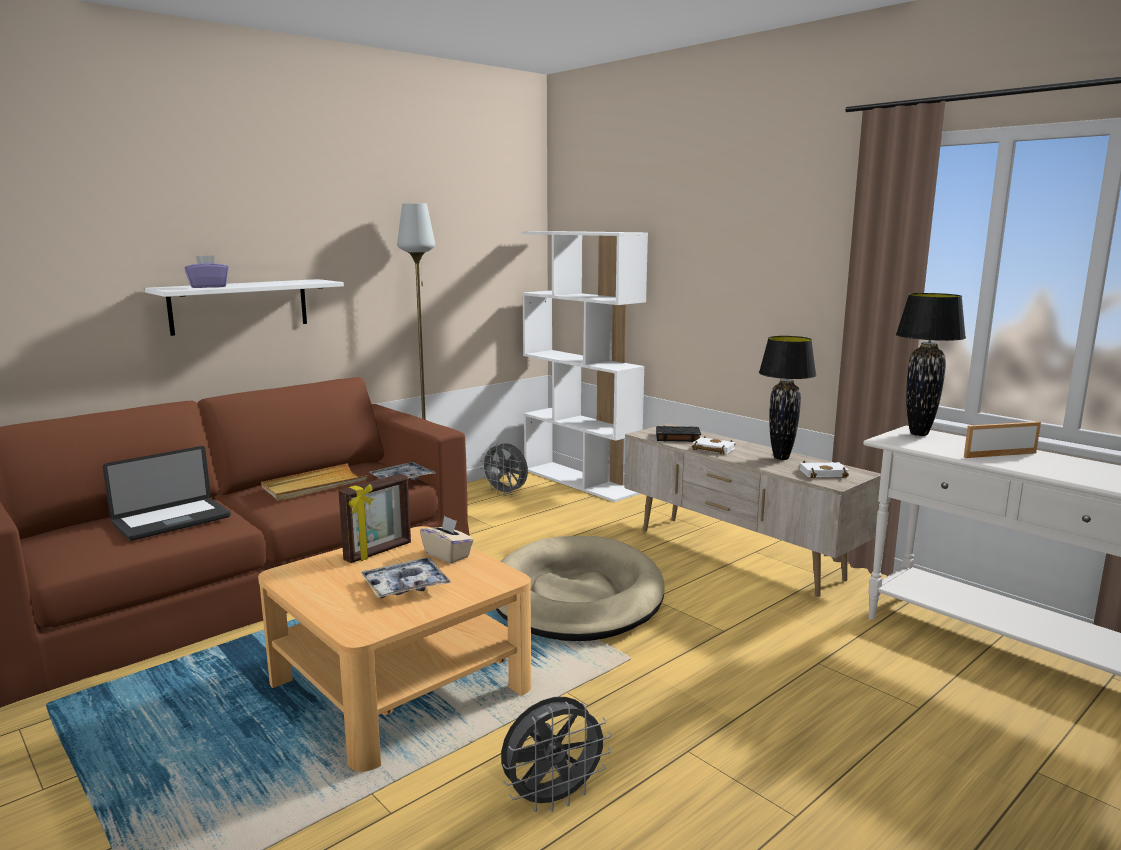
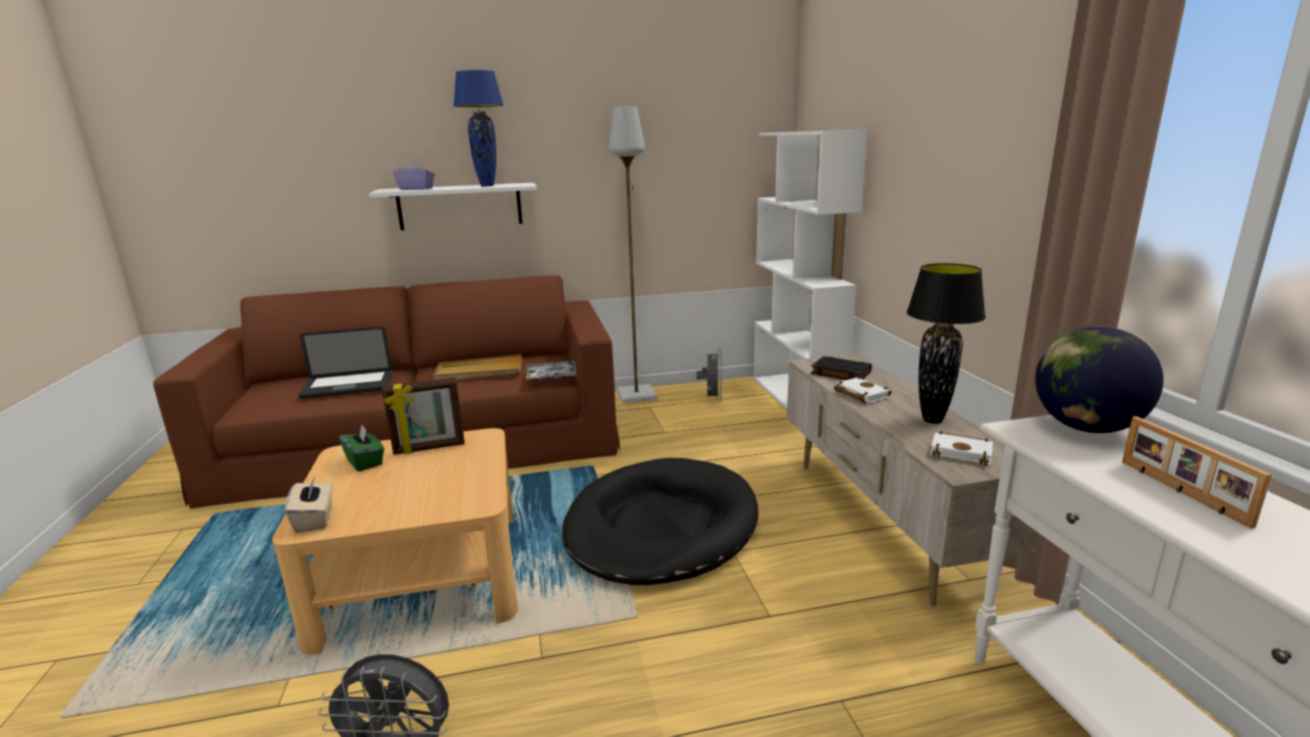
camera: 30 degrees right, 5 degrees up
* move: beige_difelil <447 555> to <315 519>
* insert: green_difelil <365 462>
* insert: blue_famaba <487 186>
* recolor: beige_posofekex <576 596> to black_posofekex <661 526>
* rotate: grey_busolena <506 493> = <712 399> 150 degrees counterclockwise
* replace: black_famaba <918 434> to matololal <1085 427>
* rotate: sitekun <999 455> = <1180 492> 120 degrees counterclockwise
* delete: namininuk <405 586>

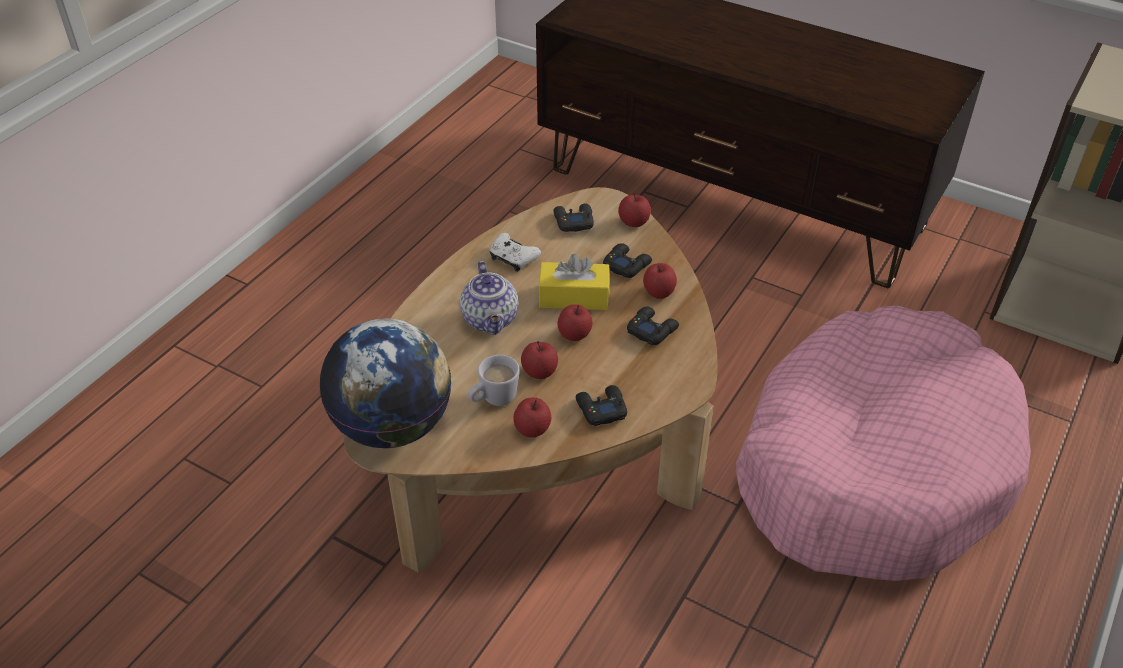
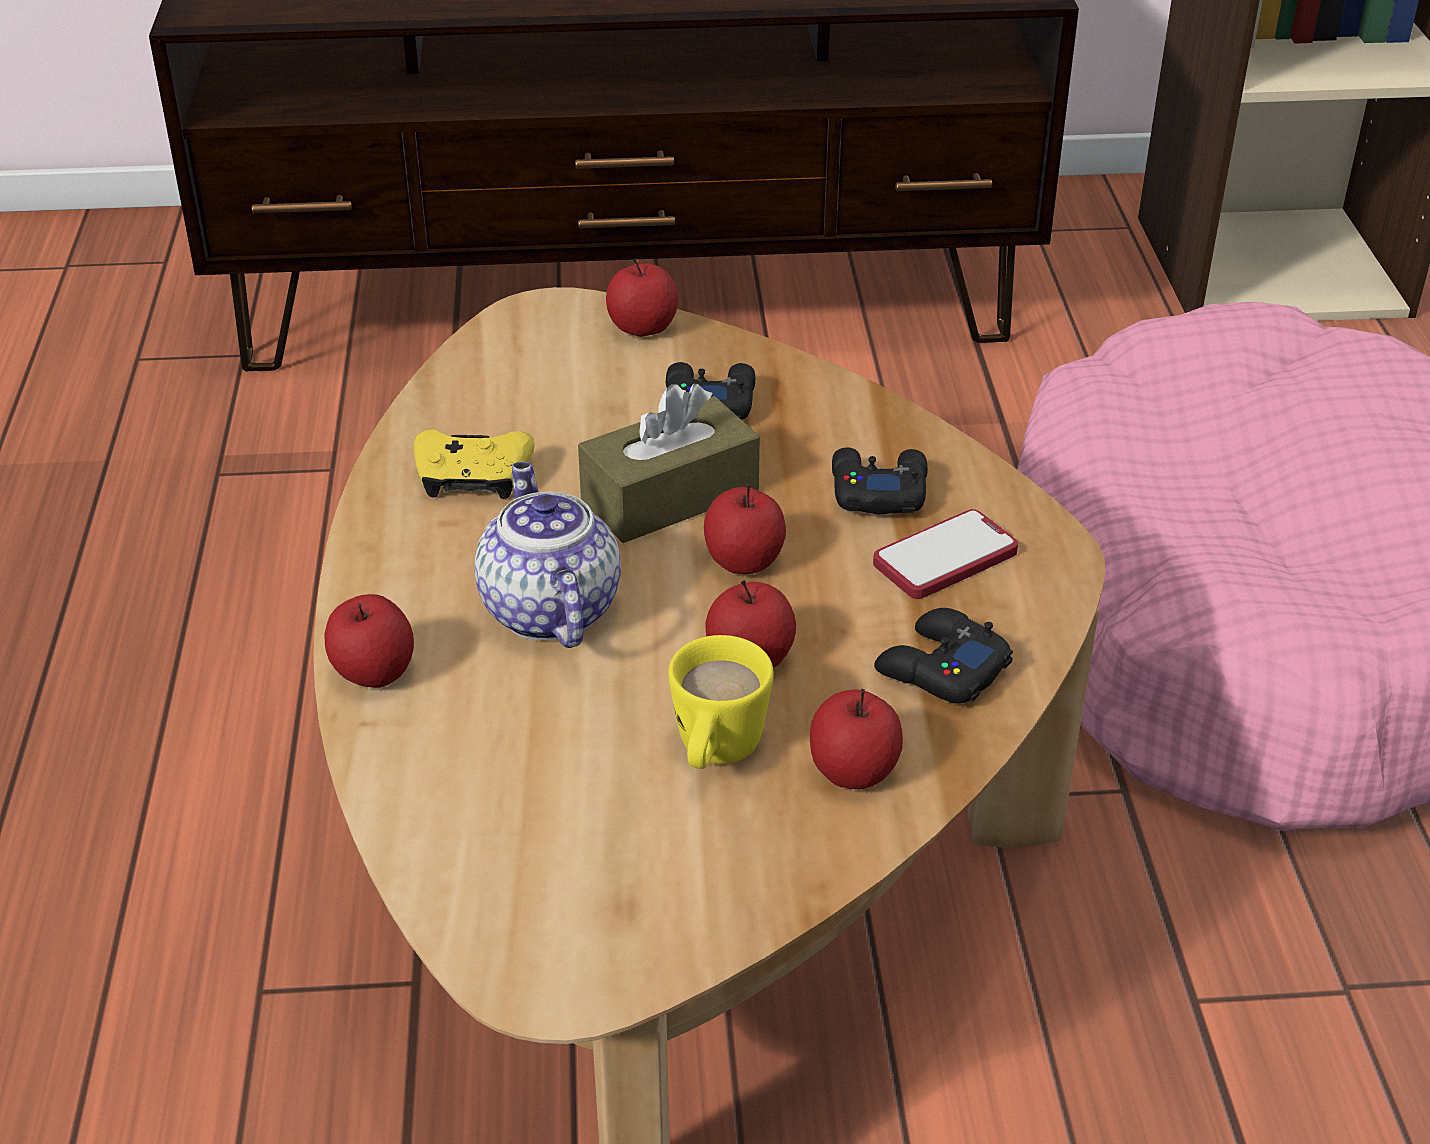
camera: 35 degrees left, 5 degrees down
* move: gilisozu <659 292> to <374 672>
* recolor: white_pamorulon <513 258> to yellow_pamorulon <473 479>
* rotate: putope <491 320> = <548 609> 150 degrees counterclockwise
* recolor: yellow_difelil <574 297> to brown_difelil <670 496>
* recolor: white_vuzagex <493 400> to yellow_vuzagex <715 755>
* insert: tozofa <945 558>
* delete: matololal <393 426>
* delete: black_pamorulon <573 221>

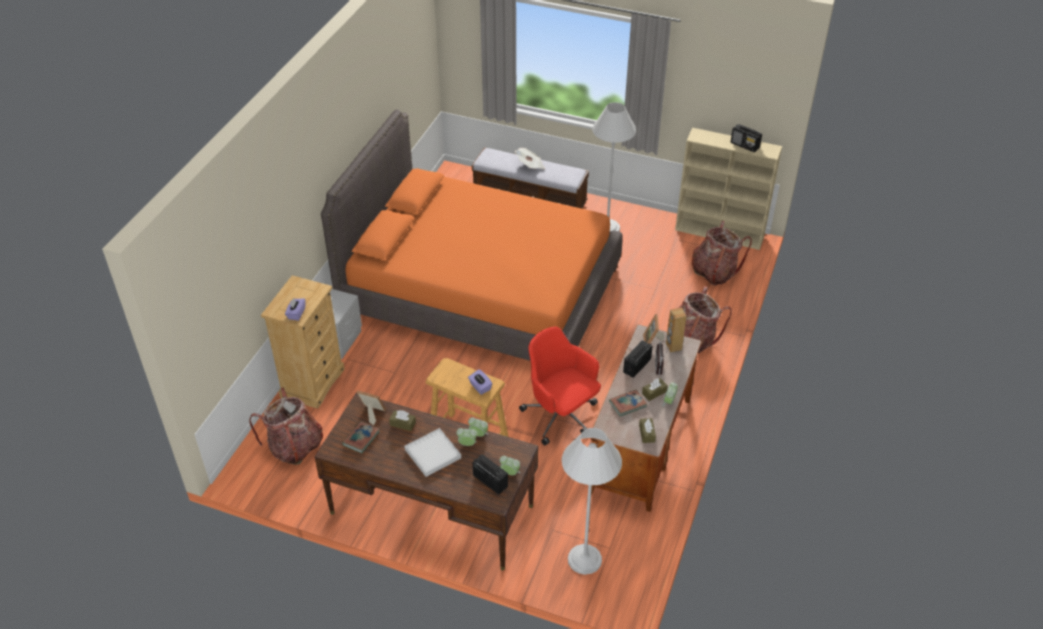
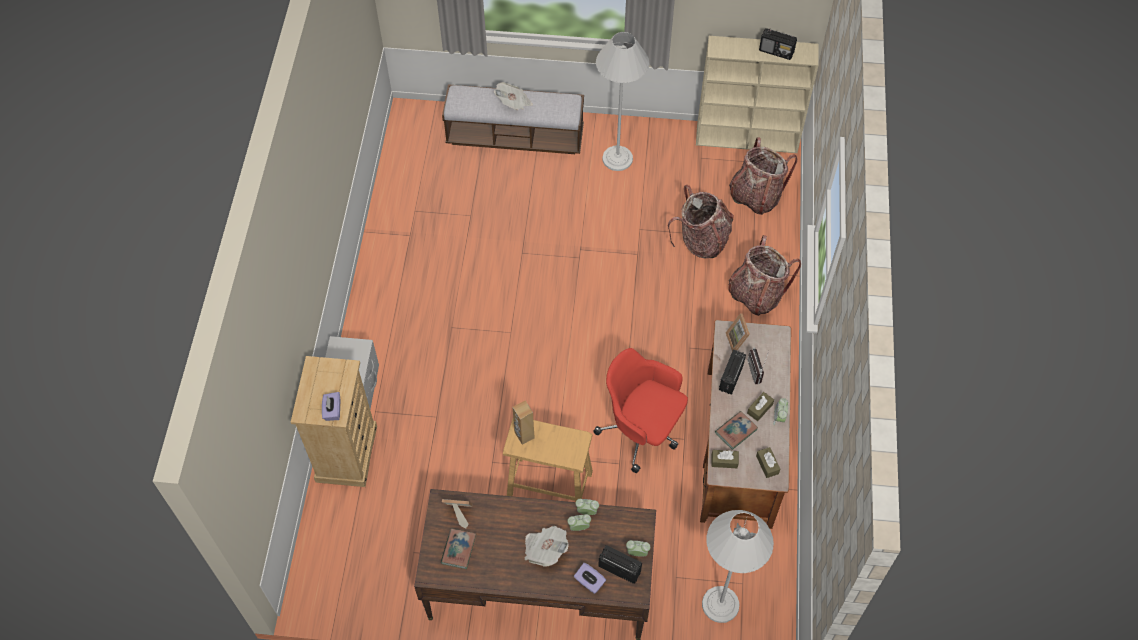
camera: 15 degrees left, 15 degrees up
* move: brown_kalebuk <673 347> to <524 435>
* replace: white_namininuk <432 454> to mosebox <545 549>
* move: purple_difelil <480 387> to <589 582>
* move: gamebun <294 447> to <701 241>
* move: brown_difelil <402 424> to <724 461>
* delete: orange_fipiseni <481 292>

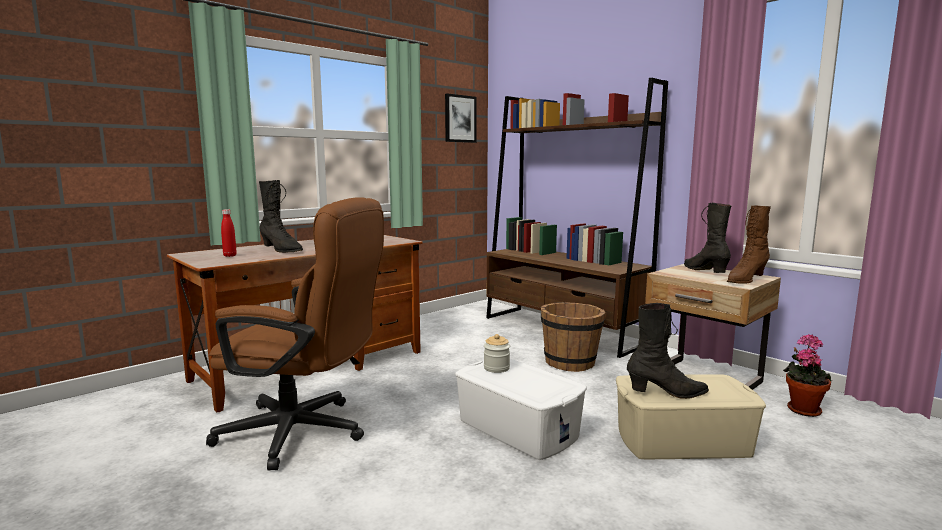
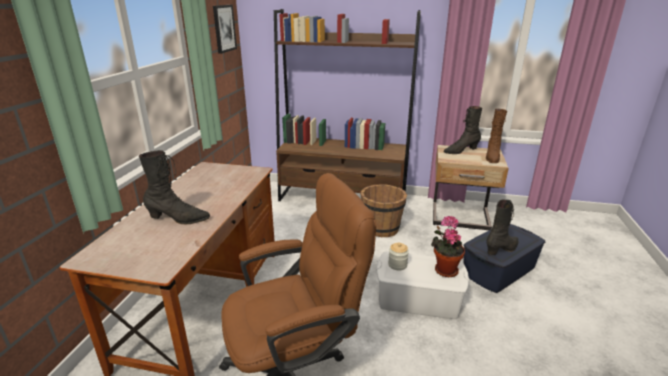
camera: 35 degrees left, 15 degrees up
* move: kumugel <802 409> to <444 269>
* rotate: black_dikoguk <705 271> = <460 151> 60 degrees counterclockwise
* recolor: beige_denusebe <681 440> to blue_denusebe <498 270>
* delete: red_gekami <230 256>

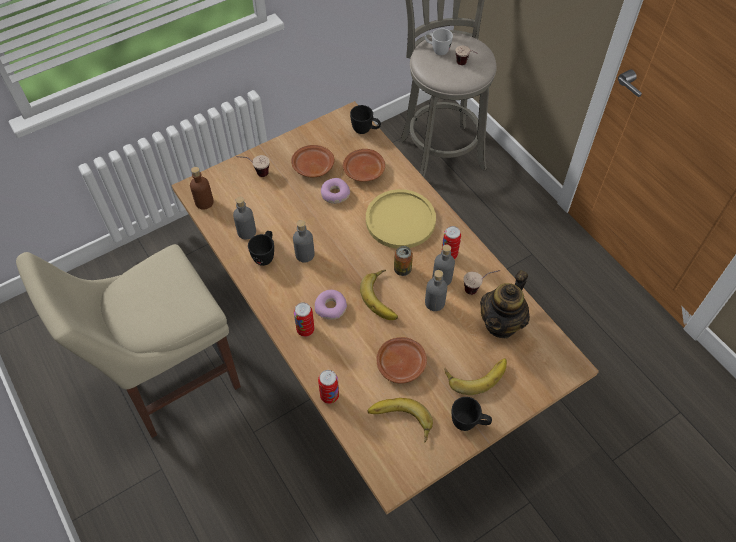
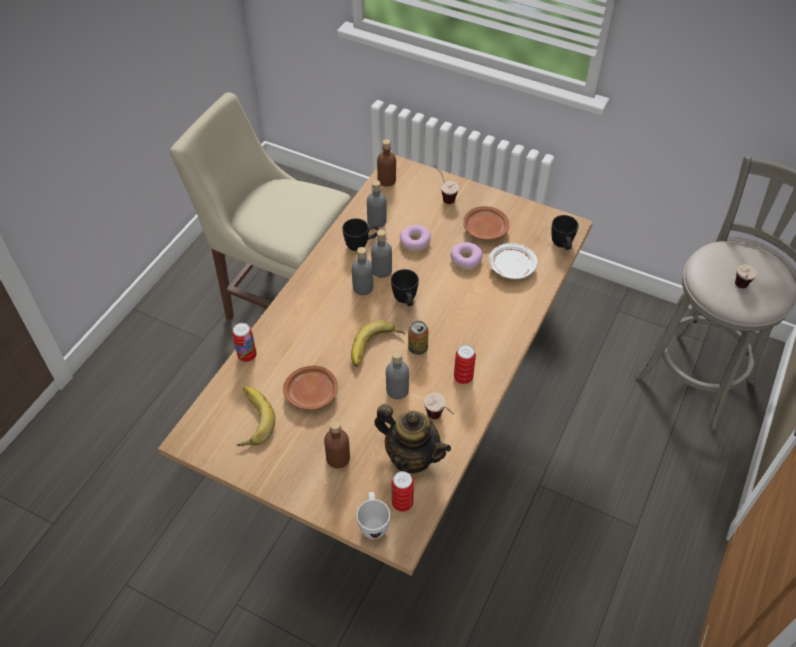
camera: 60 degrees right, 5 degrees down
* replace: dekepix <475 373> to brown_gekami <338 458>
* move: grey_gekami <442 278> to <363 287>
* move: white_vuzagex <437 50> to <373 523>
* rotate: putope <501 323> = <411 456> 150 degrees counterclockwise
* move: black_vuzagex <469 423> to <406 301>
* move: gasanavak <305 330> to <402 503>
* move: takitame <331 307> to <415 242>
* recolor: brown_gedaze <363 171> to white_gedaze <511 267>
* delete: yellow_gedaze <400 220>

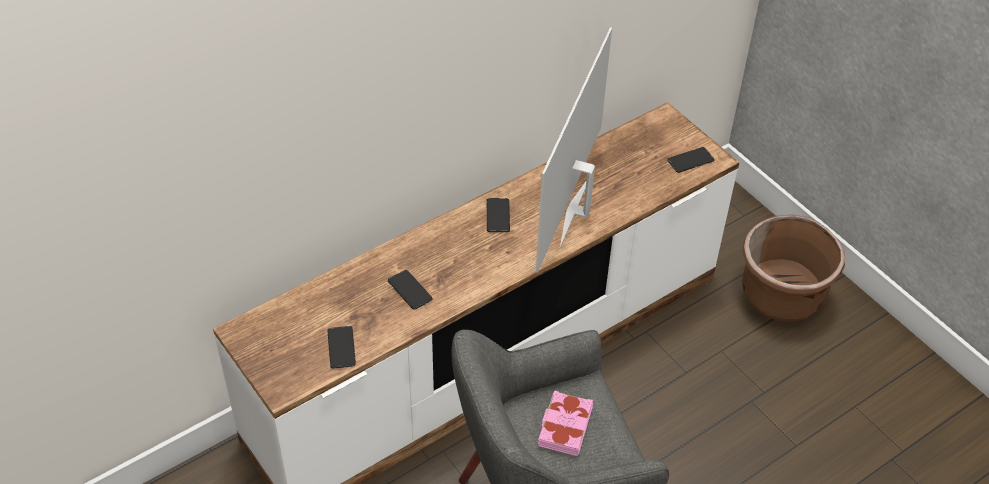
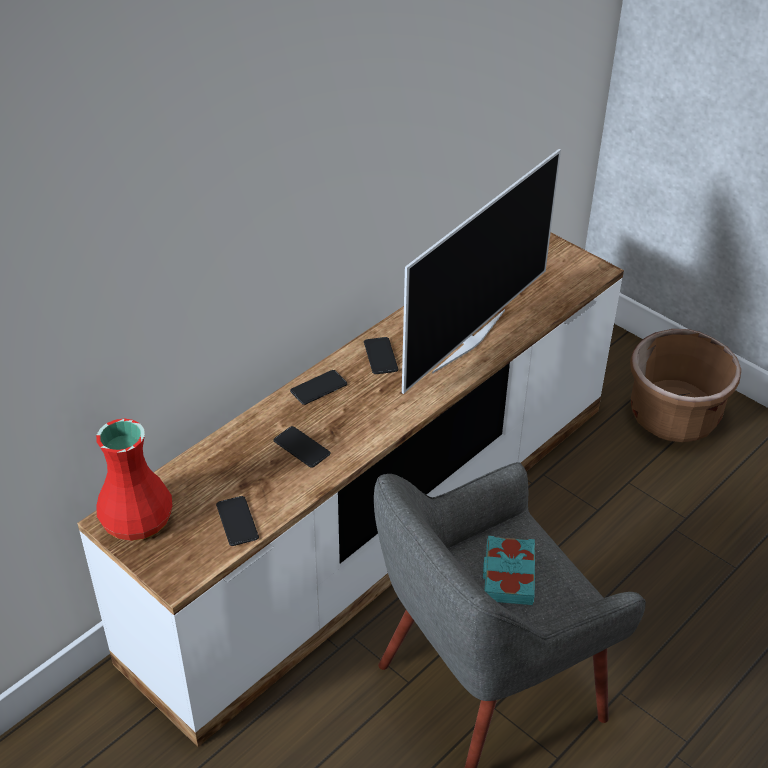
camera: 10 degrees left, 5 degrees down
* insert: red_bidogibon <139 520>
* move: tozofa <690 160> to <318 388>
* rotate: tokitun <578 211> = <467 340> 150 degrees counterclockwise
* recolor: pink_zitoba <564 427> to turquoise_zitoba <508 575>

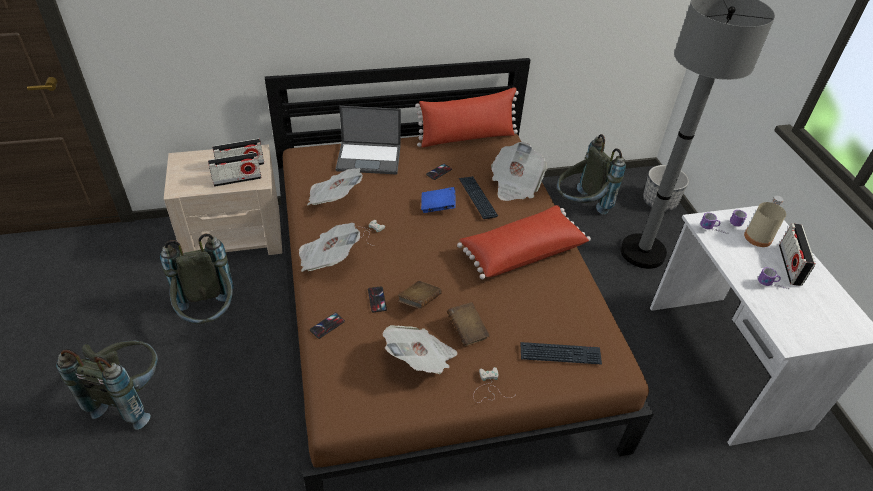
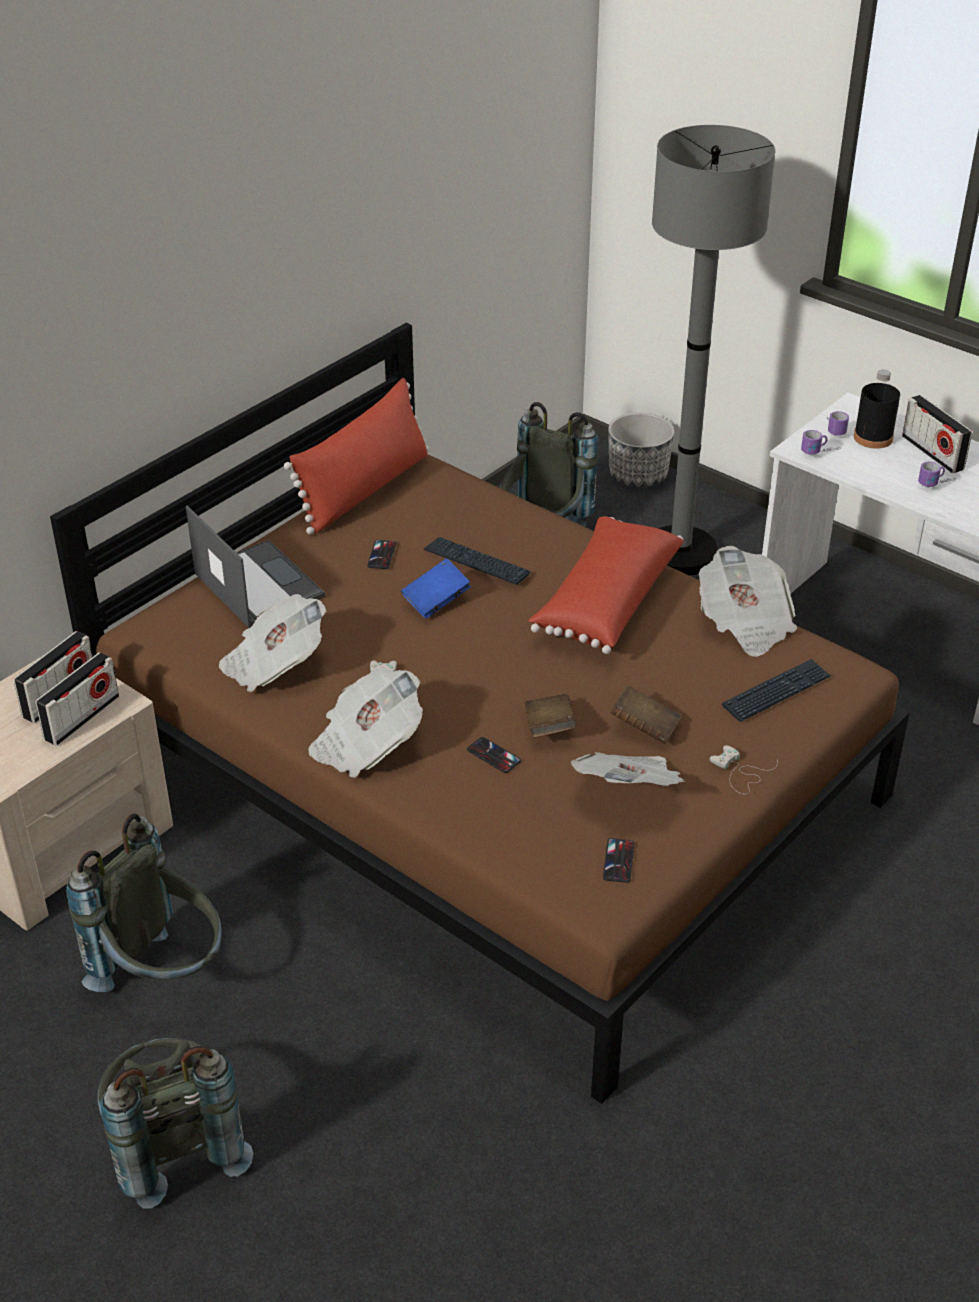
camera: 35 degrees left, 5 degrees down
* rotate: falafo <370 158> = <257 584> 90 degrees counterclockwise
* move: tozofa <327 325> to <618 861>
* move: mosebox <515 185> to <745 623>
* recolor: beige_gekami <758 237> to black_gekami <873 438>

